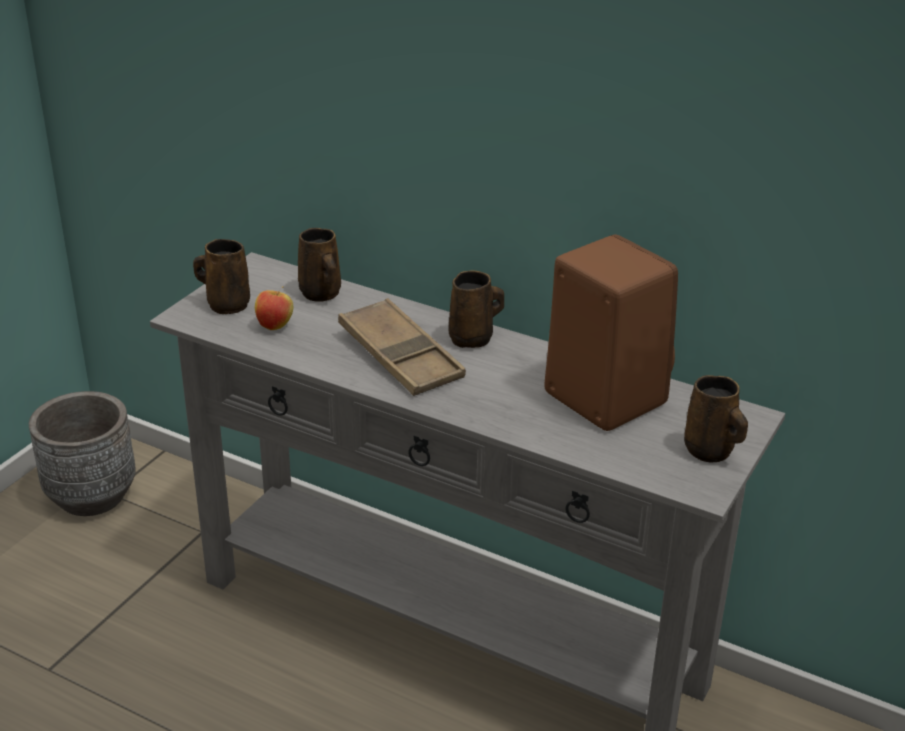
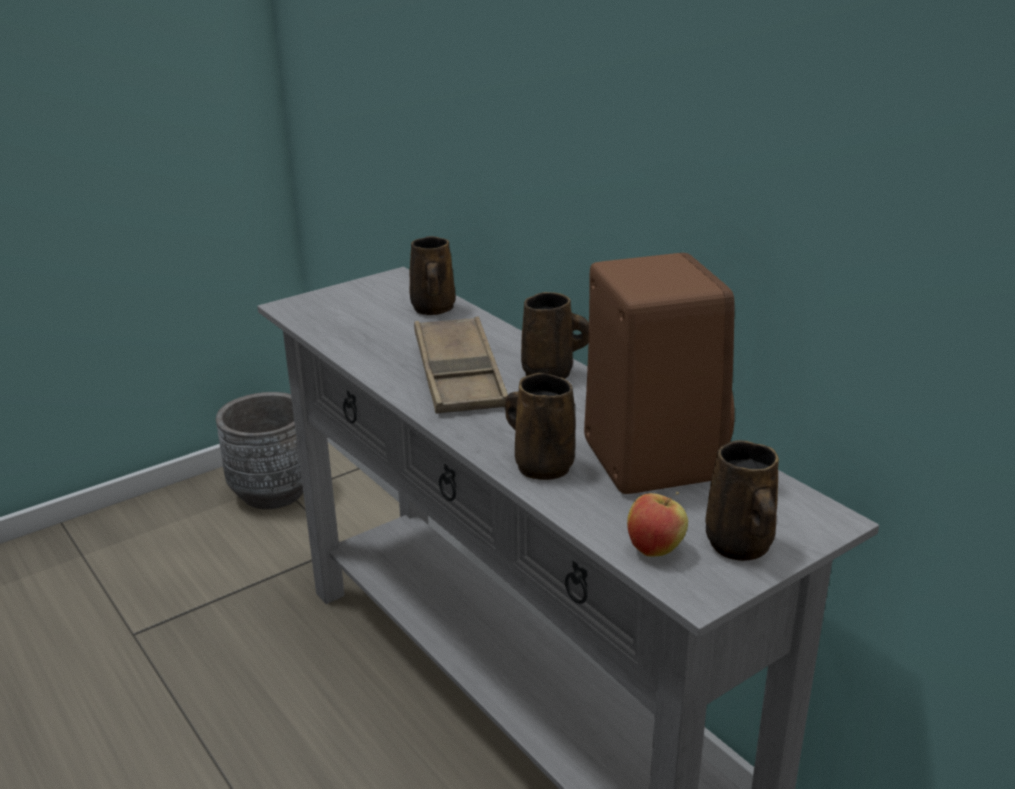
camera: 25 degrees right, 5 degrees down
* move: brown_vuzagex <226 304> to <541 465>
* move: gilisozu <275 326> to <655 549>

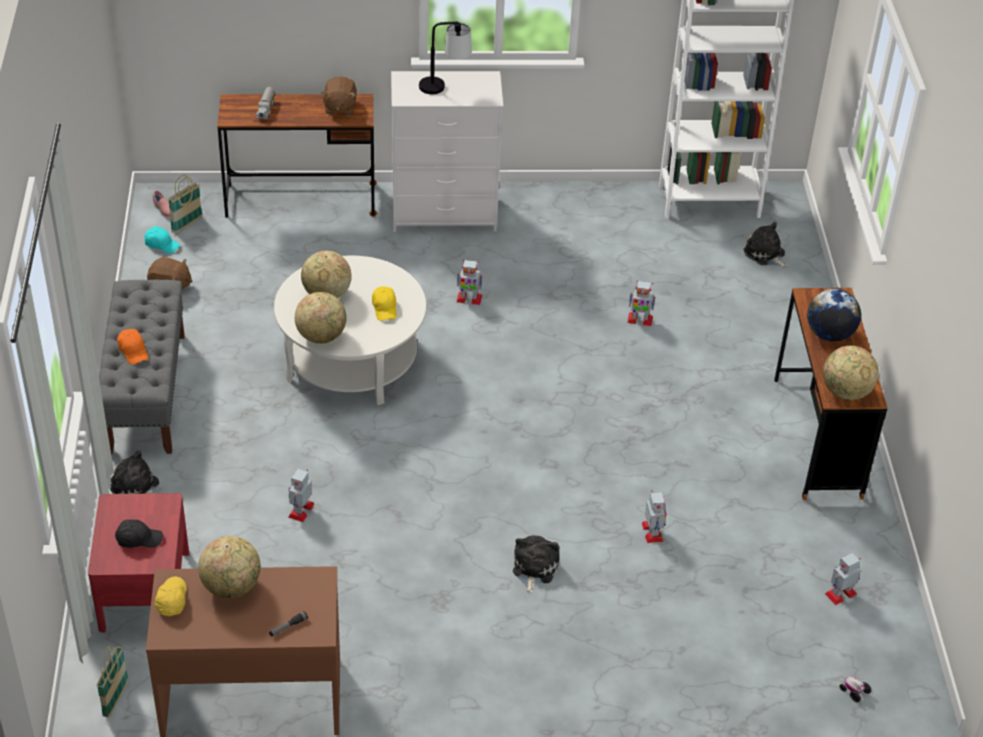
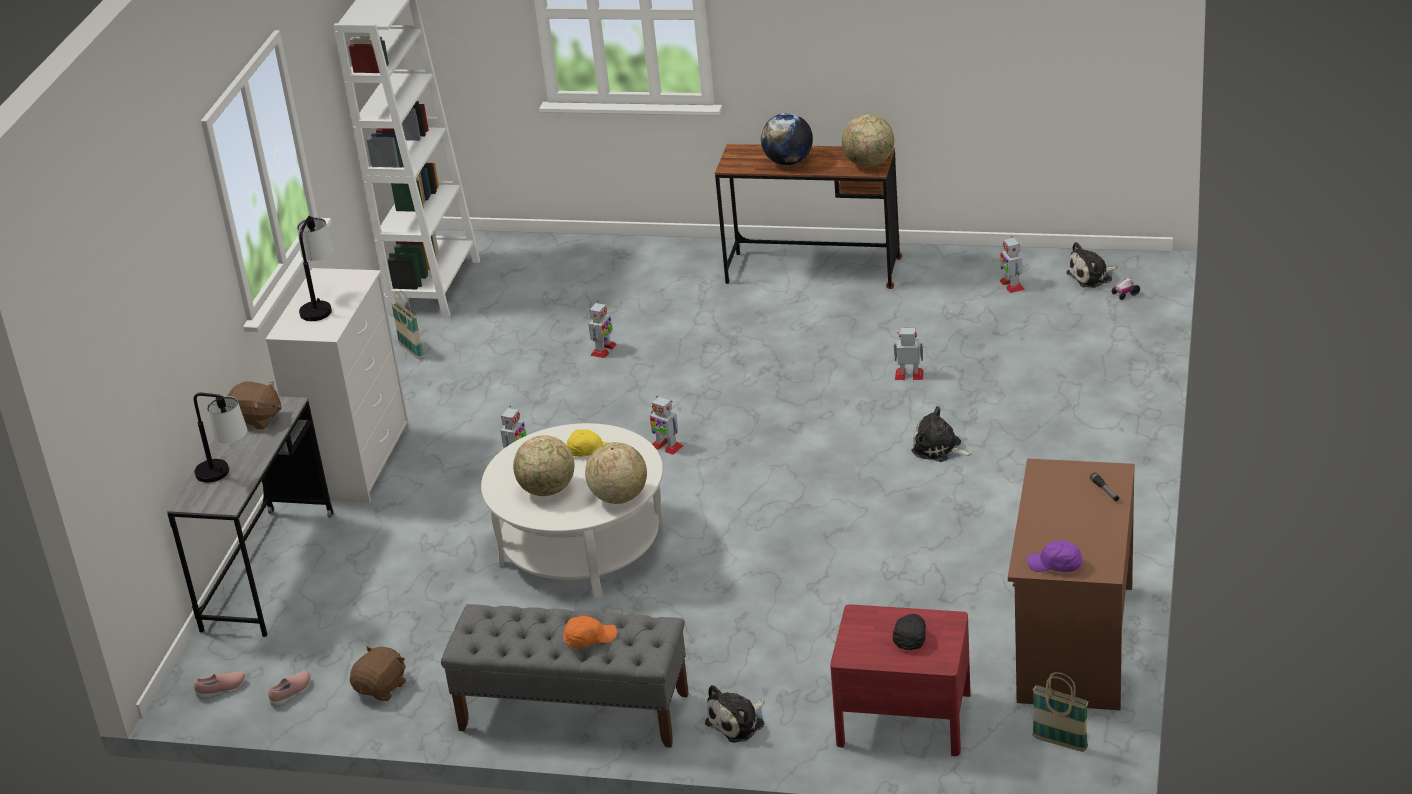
camera: 70 degrees left, 10 degrees down
* recolor: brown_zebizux <301 200> to grey_zebizux <268 571>
* replace: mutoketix <266 110> to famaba <226 475>
* replace: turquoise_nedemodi <162 245> to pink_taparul <292 694>
* move: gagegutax <187 225> to <411 351>
* move: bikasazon <301 510> to <666 446>
* recolor: yellow_nedemodi <171 600> to purple_nedemodi <1055 565>
* move: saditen <765 254> to <1092 276>
* delete: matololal <231 586>

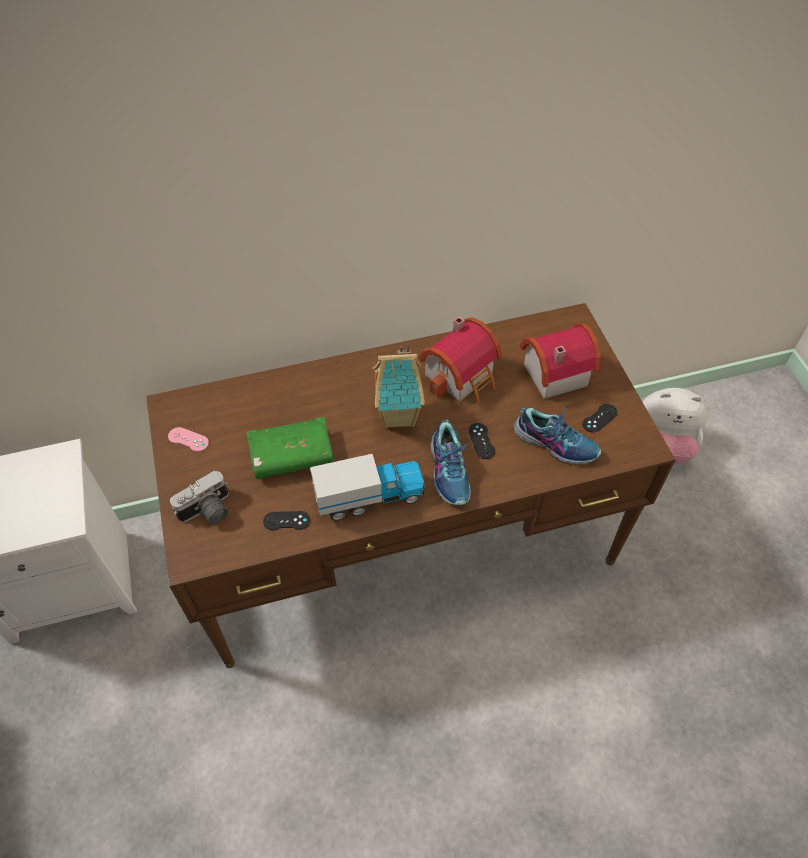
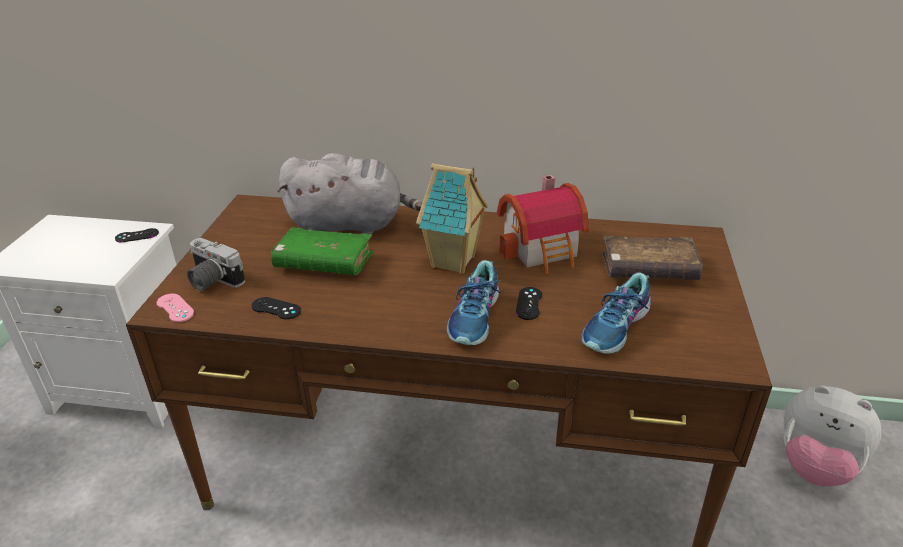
camera: 25 degrees right, 20 degrees down
* move: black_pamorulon <599 418> to <137 235>
* move: pink_pamorulon <188 439> to <175 308>
* rotate: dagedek <207 512> = <211 281> 45 degrees clockwise
* insert: grey_saditen <351 225>
* rotate: taparul <555 443> = <616 328> 75 degrees clockwise
* replace: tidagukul <551 372> to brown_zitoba <648 270>
* delete: mutoketix <370 497>

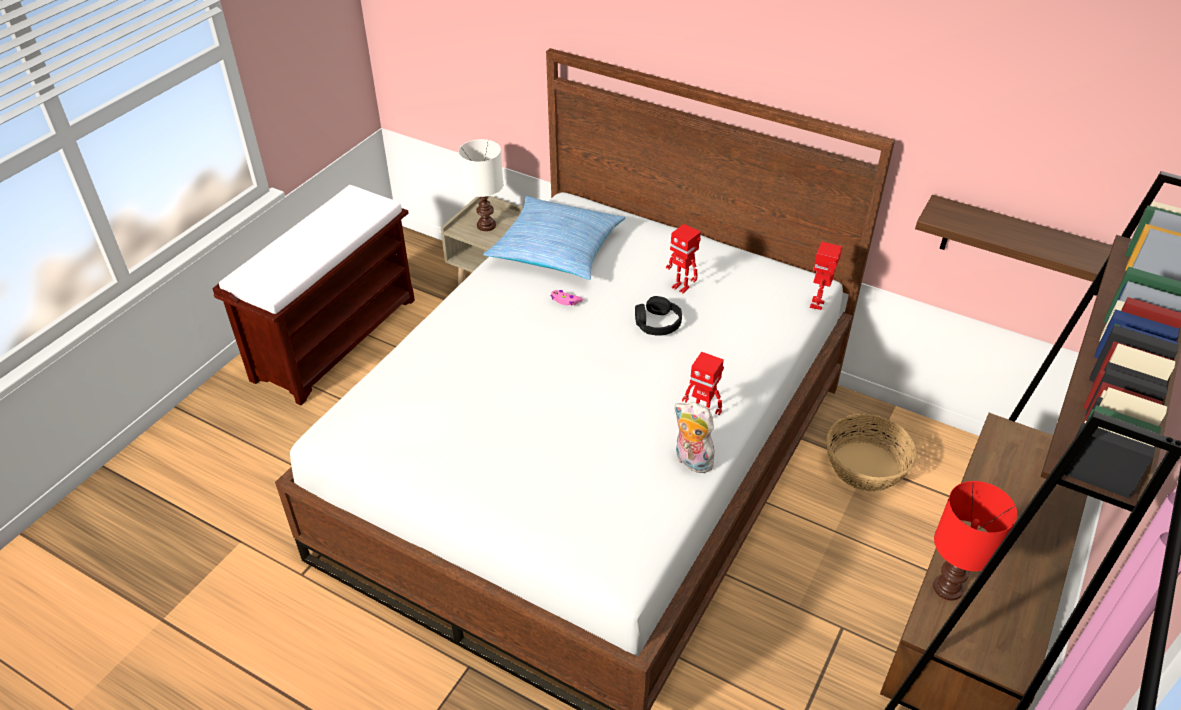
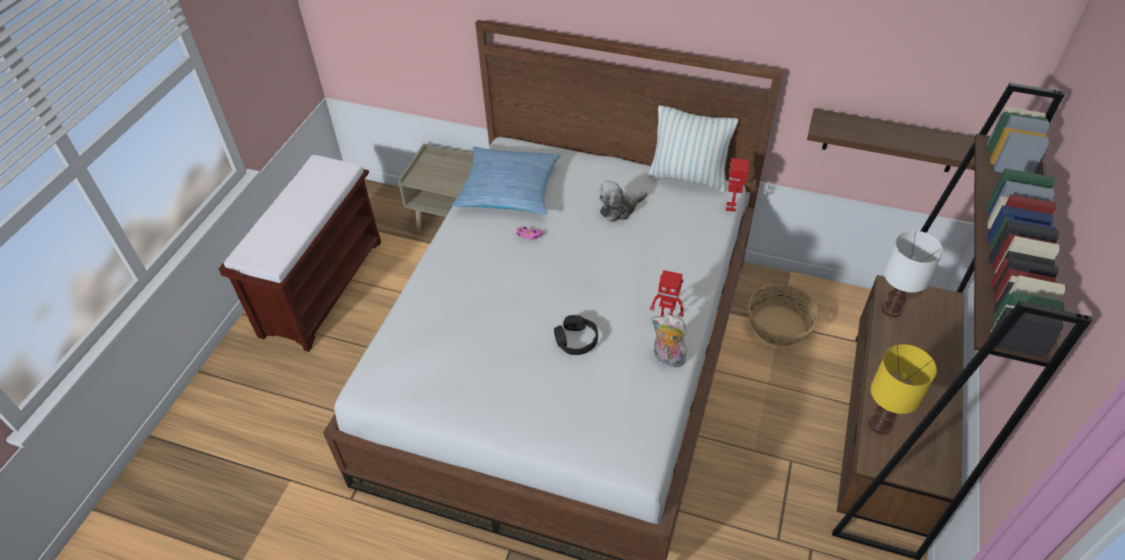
camera: 10 degrees left, 5 degrees up
* move: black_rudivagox <657 323> to <576 340>
* replace: bikasazon <681 287> to saditen <620 208>
* insert: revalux <688 177>
* recolor: red_famaba <947 589> to yellow_famaba <880 425>
* move: white_famaba <485 226> to <891 310>

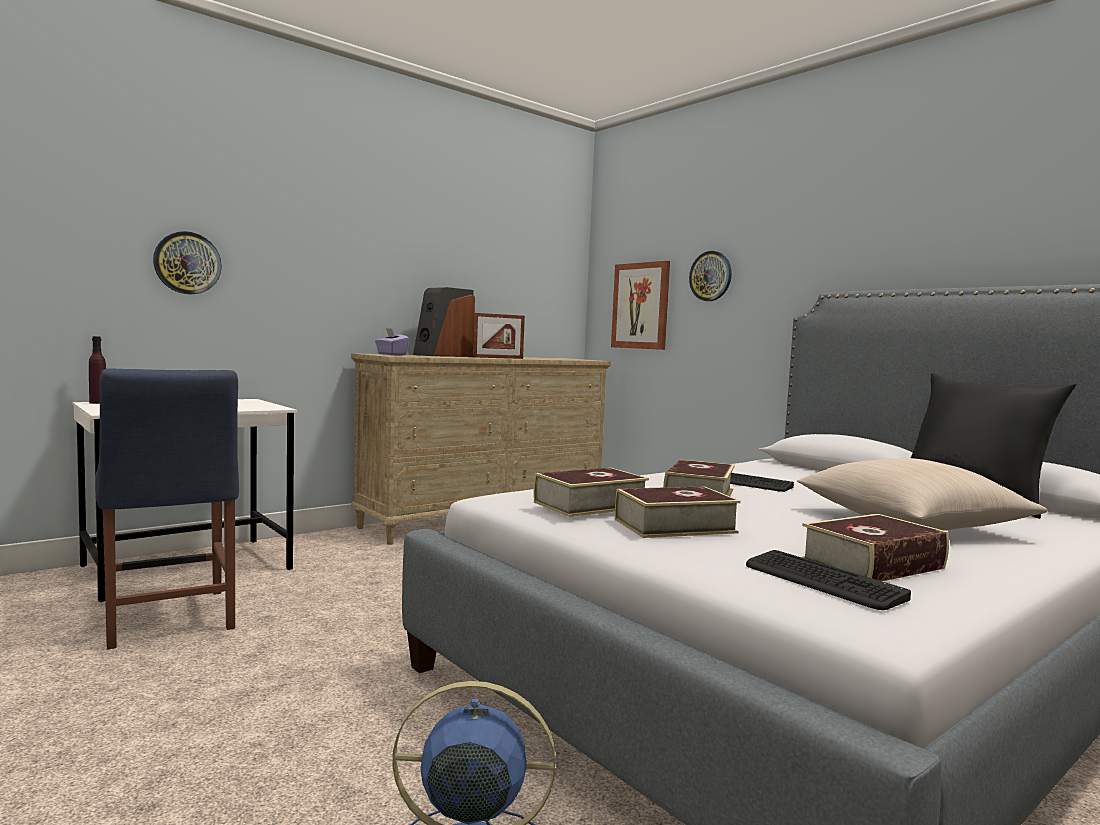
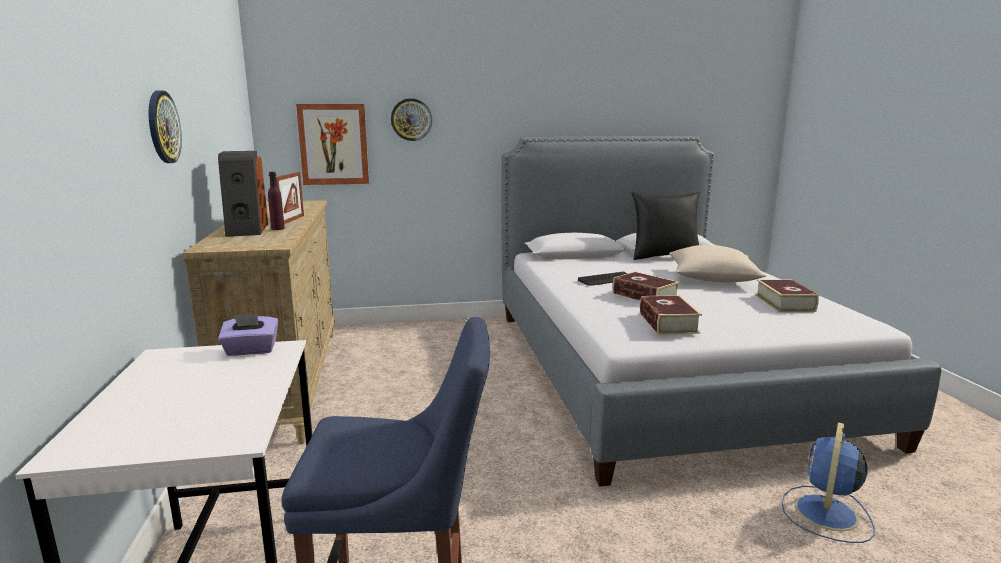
camera: 60 degrees left, 10 degrees up
* move: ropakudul <187 263> to <163 127>
* move: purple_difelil <391 354> to <251 350>
* move: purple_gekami <98 402> to <278 229>
* delete: zitoba <674 526>
* delete: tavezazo <822 581>

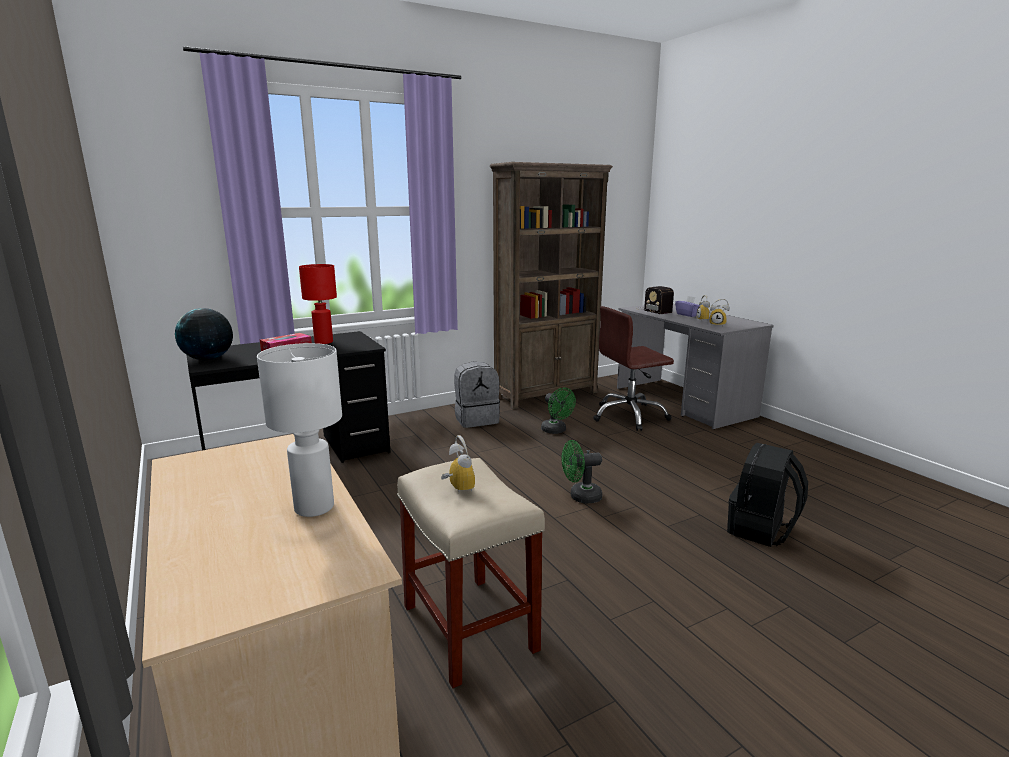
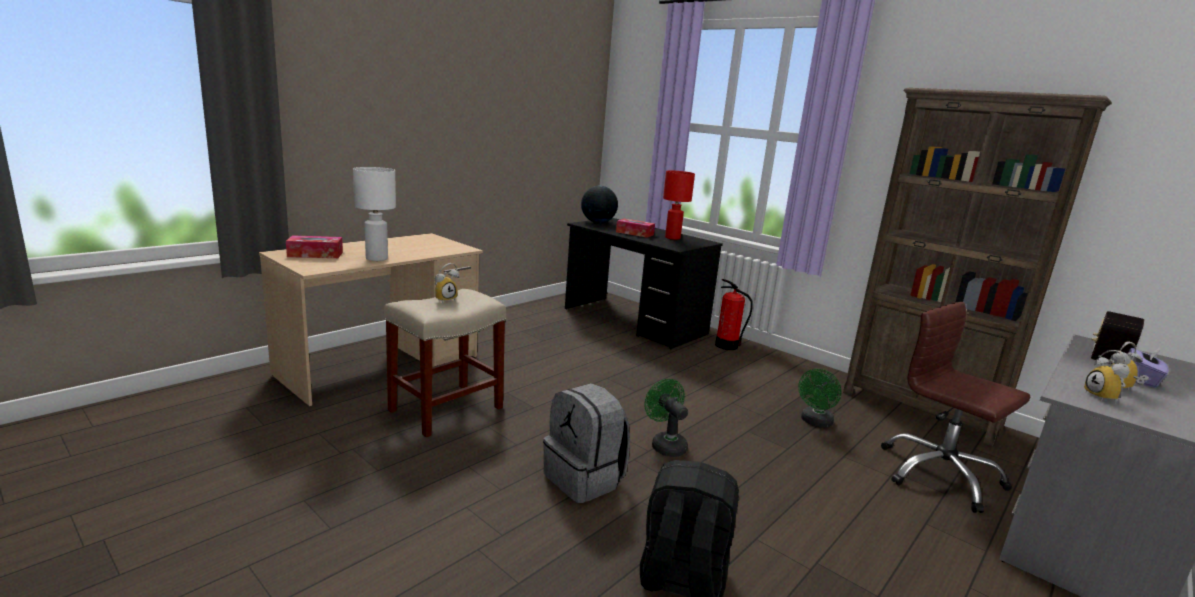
camera: 70 degrees right, 0 degrees up
* insert: difelil <315 254>
* move: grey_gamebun <476 419> to <585 479>
* insert: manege <726 346>

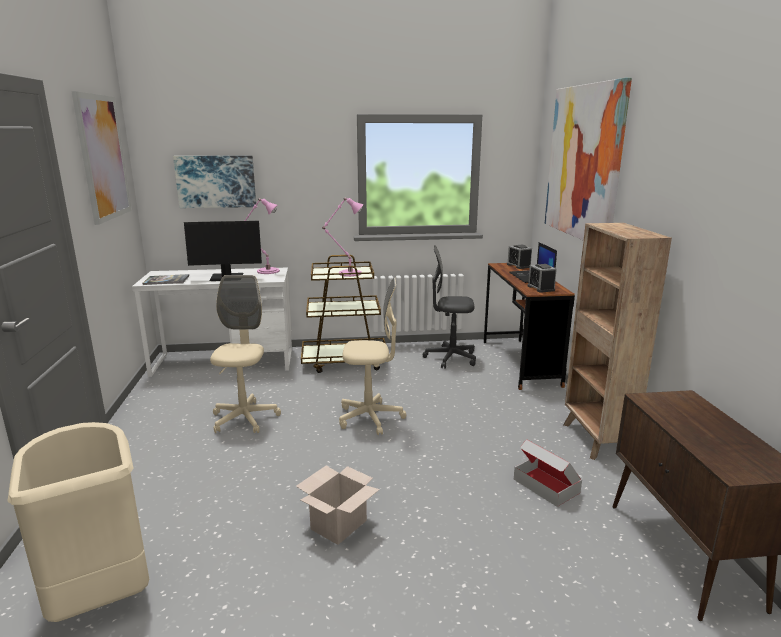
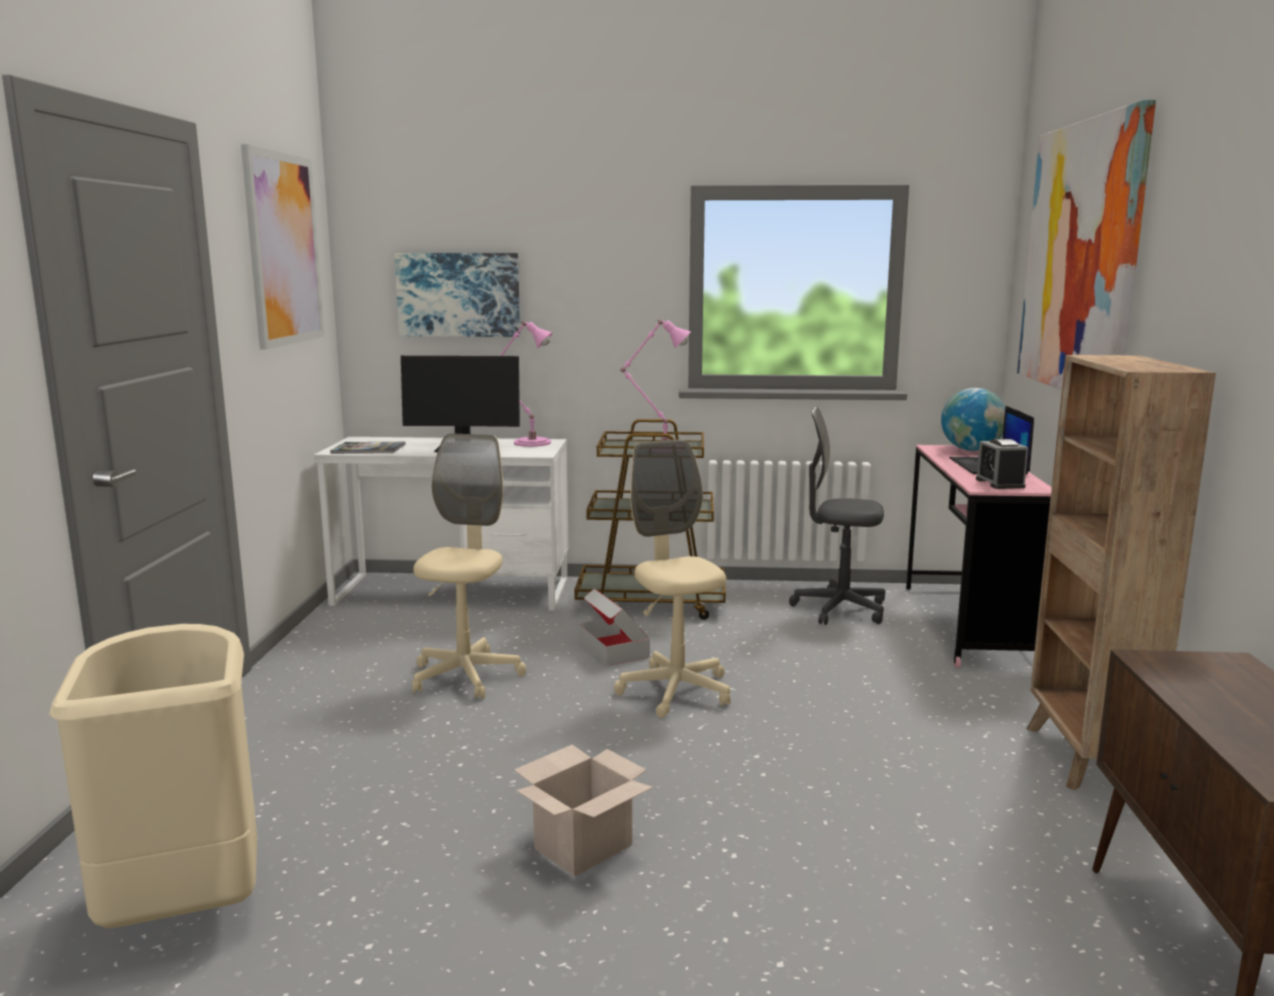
camera: 10 degrees right, 5 degrees down
* move: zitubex <546 486> to <613 648>
* rotate: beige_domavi <370 418> = <675 691> 120 degrees counterclockwise
* recolor: brown_zebizux <520 363> to pink_zebizux <967 624>
* replace: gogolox <518 266> to matololal <971 450>

